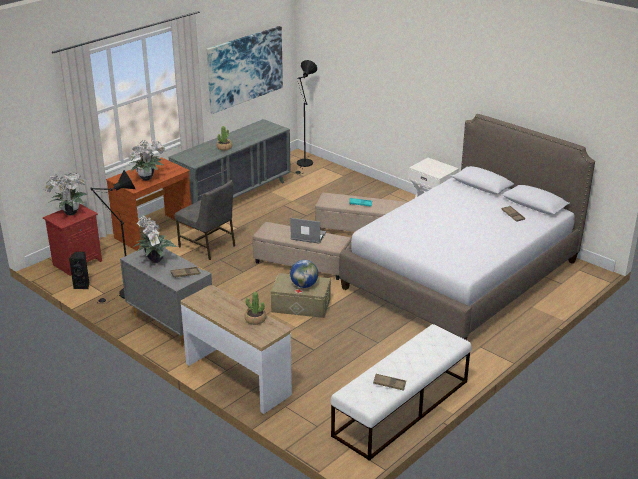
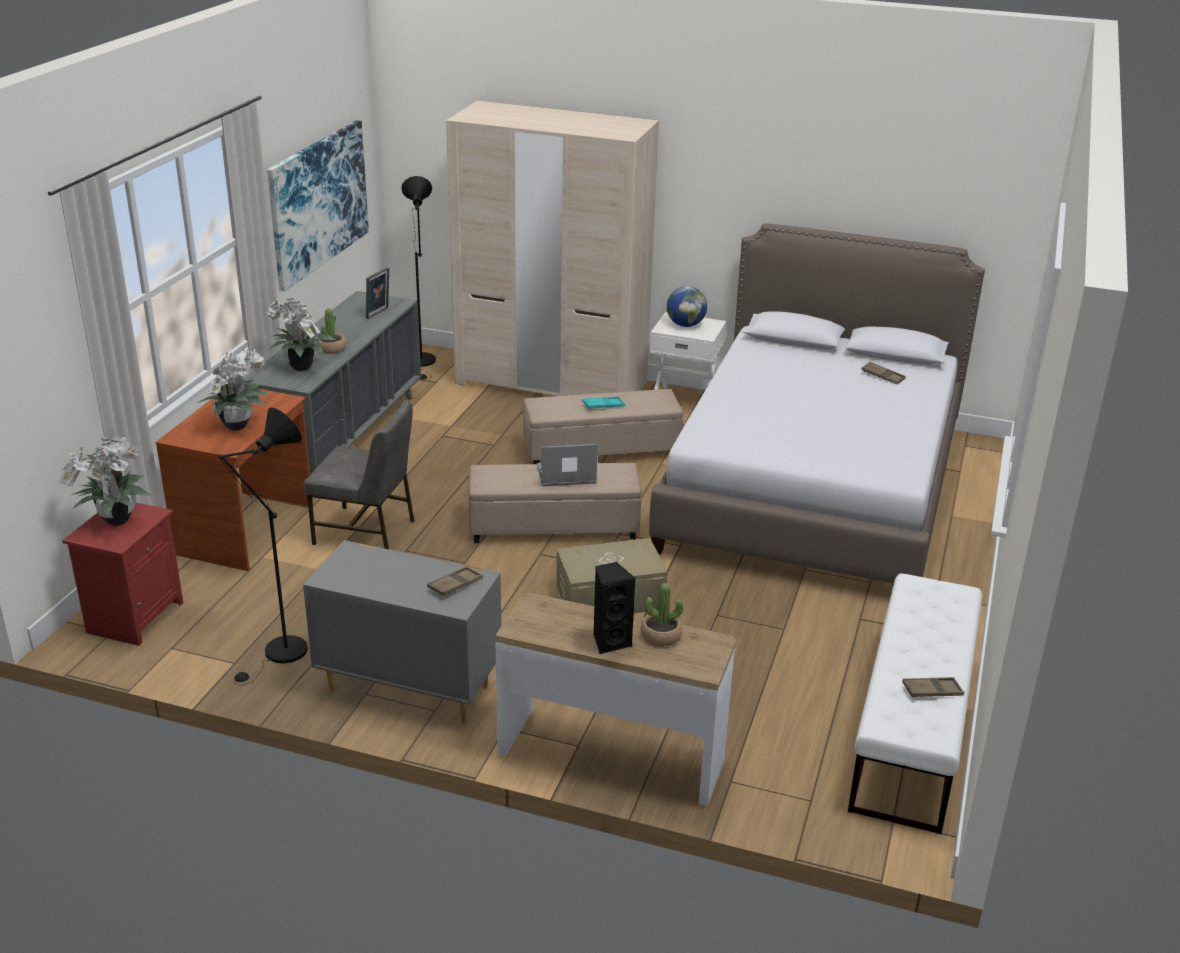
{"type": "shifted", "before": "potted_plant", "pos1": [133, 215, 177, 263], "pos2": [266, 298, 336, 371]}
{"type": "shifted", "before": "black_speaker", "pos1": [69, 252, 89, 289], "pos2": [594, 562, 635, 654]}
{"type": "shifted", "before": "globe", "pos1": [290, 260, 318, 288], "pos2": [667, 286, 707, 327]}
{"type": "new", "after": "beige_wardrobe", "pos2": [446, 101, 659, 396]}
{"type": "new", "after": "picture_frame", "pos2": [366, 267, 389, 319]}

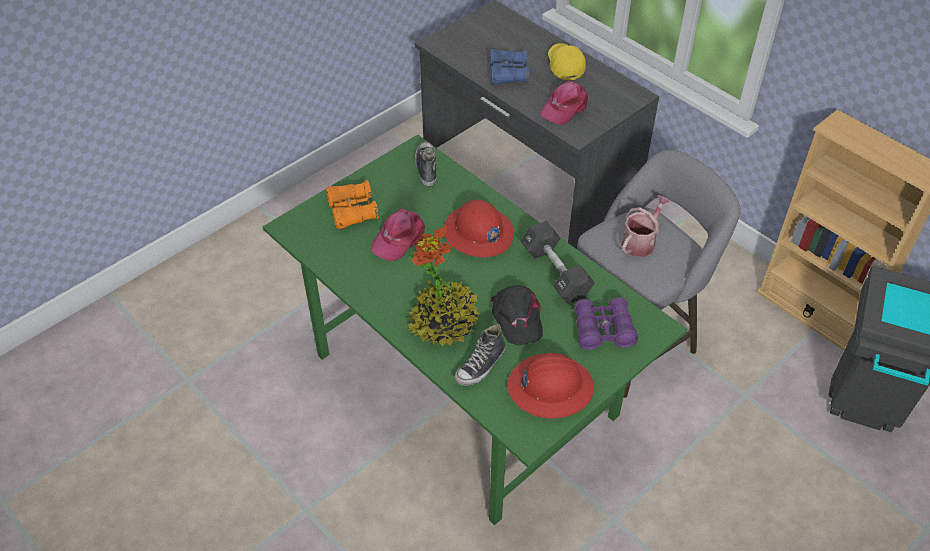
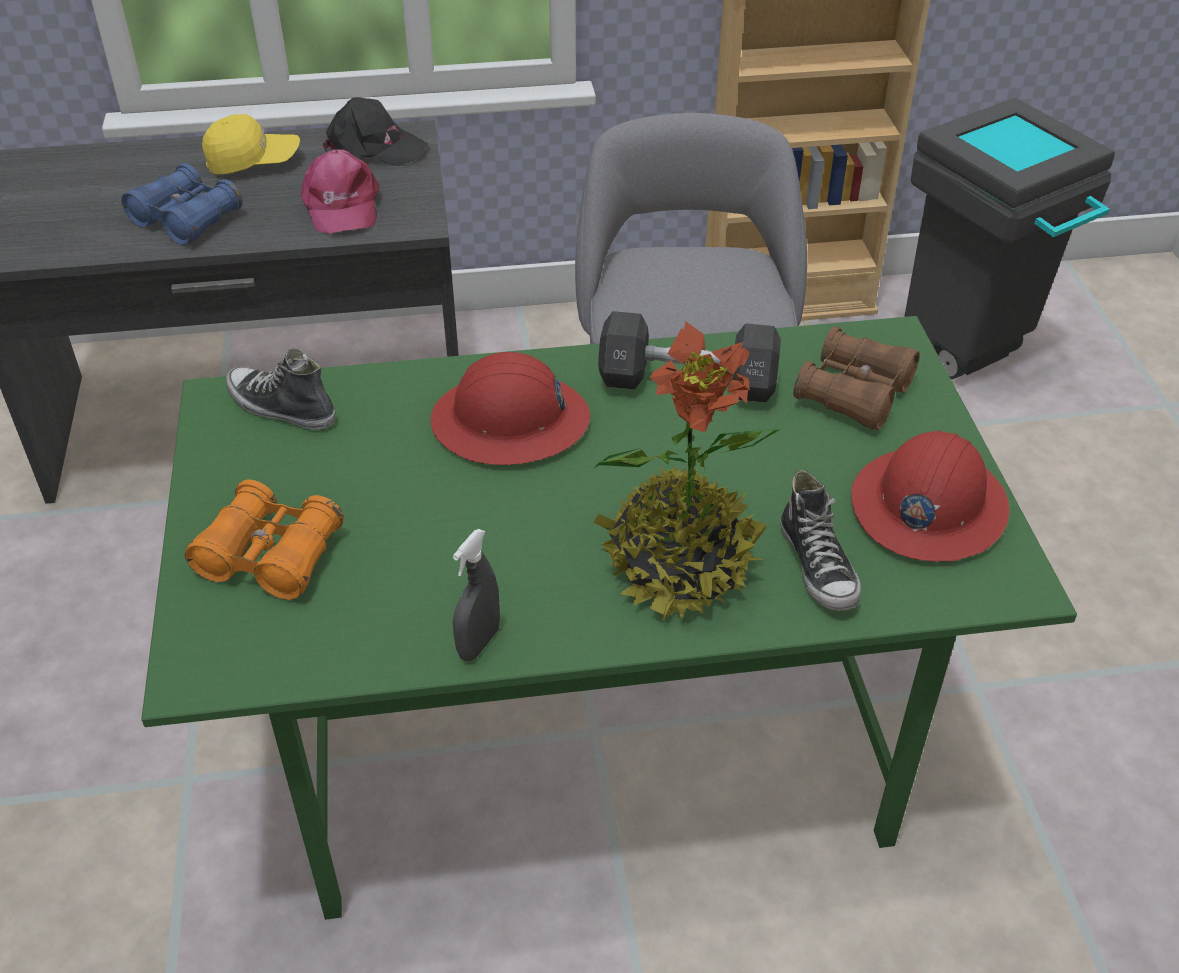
{"type": "rotated", "before": "yellow_cap", "pos1": [548, 43, 586, 80], "pos2": [202, 114, 300, 175], "turn": 150}
{"type": "gone", "before": "watering_can", "pos1": [621, 195, 671, 257]}
{"type": "gone", "before": "pink_cap", "pos1": [371, 208, 425, 261]}
{"type": "shifted", "before": "black_cap", "pos1": [491, 285, 543, 346], "pos2": [323, 97, 429, 166]}
{"type": "repainted", "before": "purple_binoculars", "after": "brown_binoculars", "pos1": [573, 297, 638, 350], "pos2": [793, 327, 920, 430]}
{"type": "new", "after": "grey_spray_bottle", "pos2": [453, 529, 500, 661]}

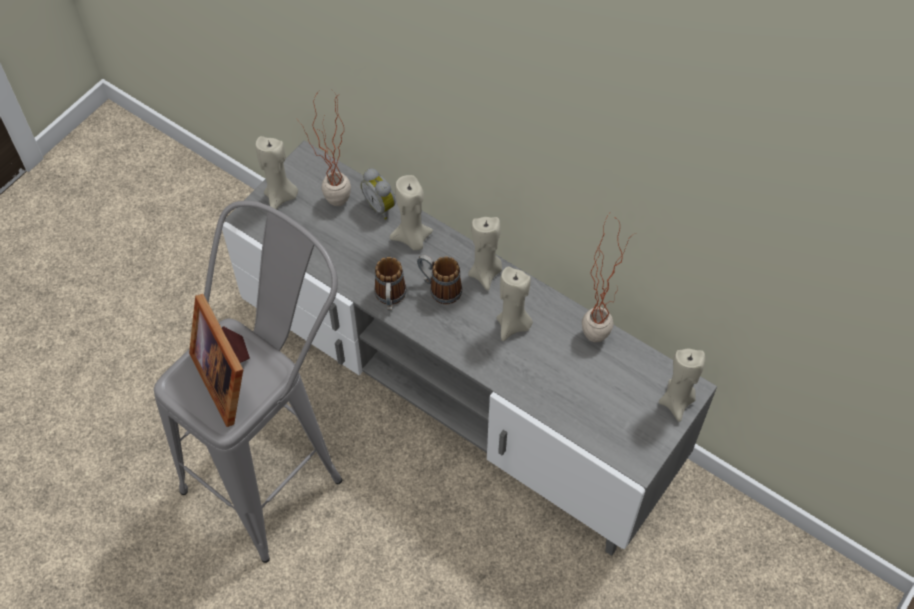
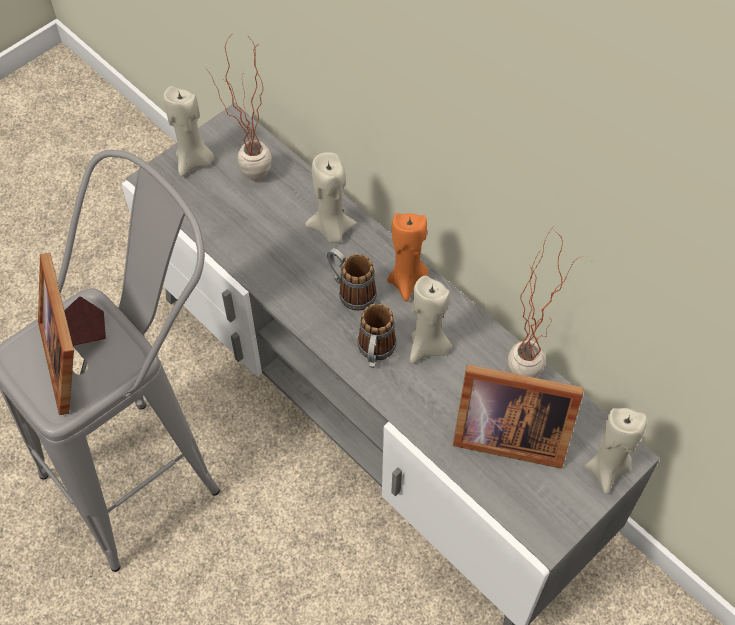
{"type": "gone", "before": "alarm_clock", "pos1": [361, 168, 396, 220]}
{"type": "repainted", "before": "beige_candle", "after": "orange_candle", "pos1": [468, 217, 502, 291], "pos2": [387, 213, 428, 302]}
{"type": "shifted", "before": "mug", "pos1": [374, 257, 407, 310], "pos2": [357, 303, 396, 368]}
{"type": "new", "after": "picture_frame", "pos2": [453, 364, 584, 469]}

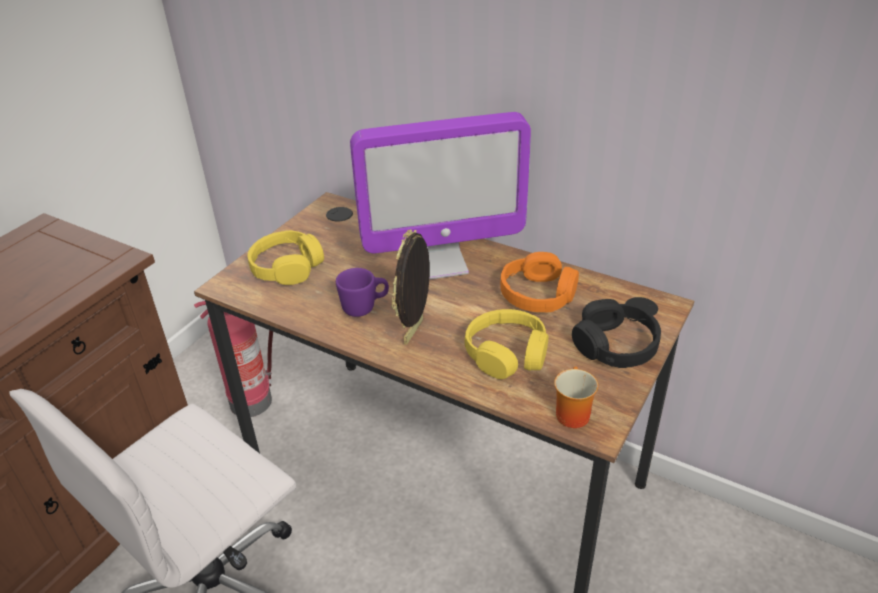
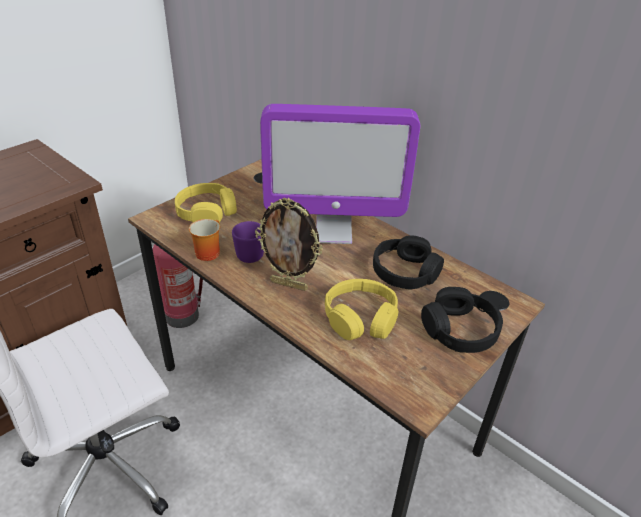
{"type": "rotated", "before": "picture_frame", "pos1": [392, 230, 430, 345], "pos2": [255, 198, 323, 291], "turn": -105}
{"type": "repainted", "before": "orange_headphones", "after": "black_headphones", "pos1": [500, 252, 579, 313], "pos2": [373, 235, 444, 290]}
{"type": "shifted", "before": "mug", "pos1": [554, 366, 598, 428], "pos2": [189, 219, 220, 261]}

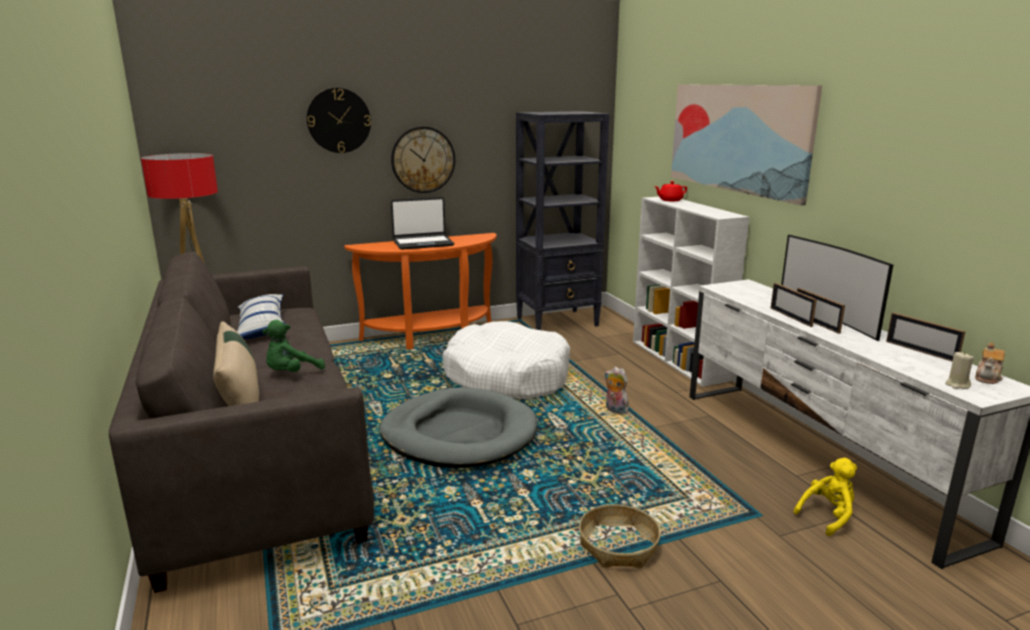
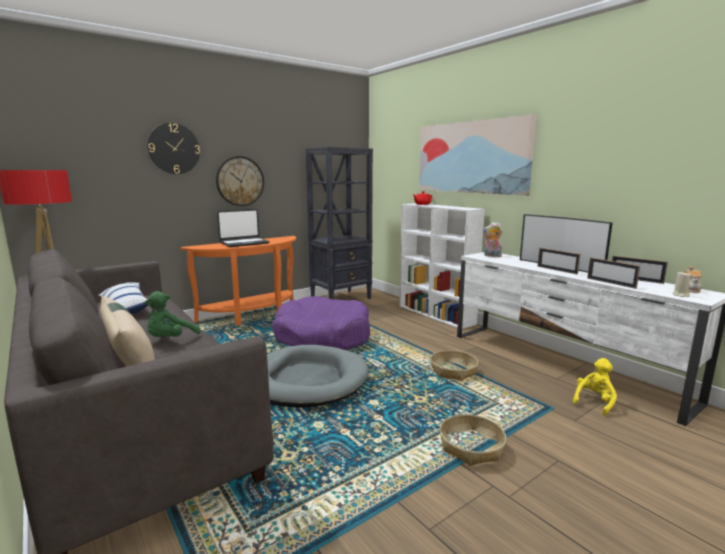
{"type": "shifted", "before": "picture_frame", "pos1": [771, 283, 817, 327], "pos2": [587, 257, 640, 289]}
{"type": "repainted", "before": "white_dog_bed", "after": "purple_dog_bed", "pos1": [442, 321, 570, 399], "pos2": [272, 296, 370, 350]}
{"type": "shifted", "before": "plush_toy", "pos1": [605, 367, 629, 415], "pos2": [483, 222, 503, 257]}
{"type": "new", "after": "basket", "pos2": [430, 350, 478, 381]}

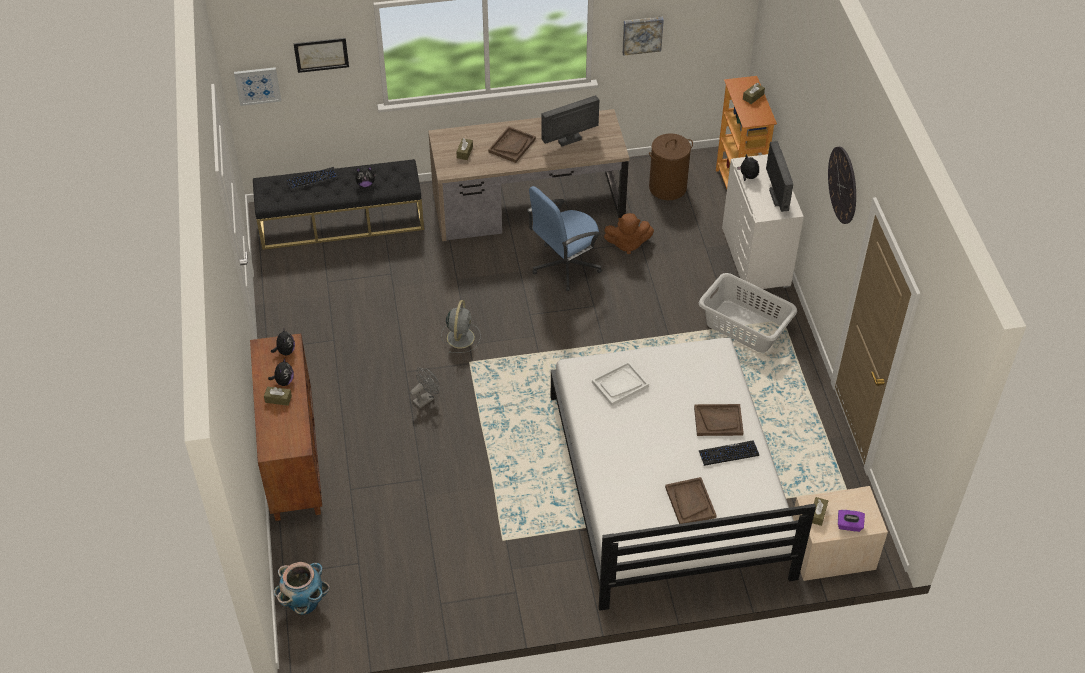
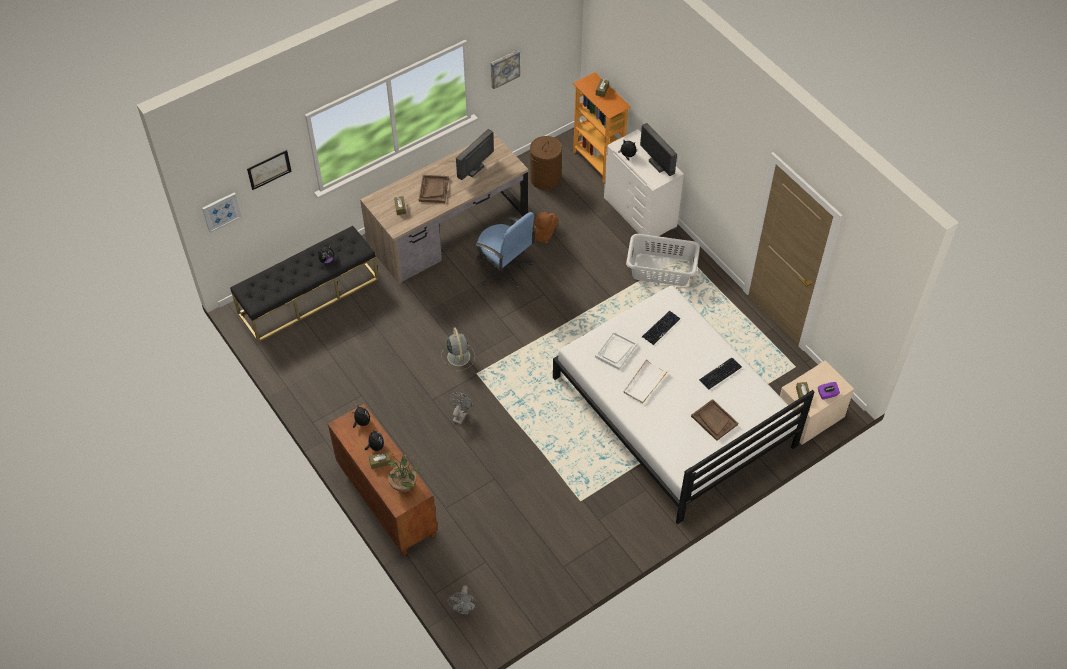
{"type": "gone", "before": "wall_clock", "pos1": [828, 147, 856, 224]}
{"type": "shifted", "before": "keyboard", "pos1": [287, 167, 339, 191], "pos2": [642, 311, 680, 345]}
{"type": "rotated", "before": "blue_office_chair", "pos1": [527, 186, 602, 291], "pos2": [475, 212, 537, 289], "turn": -75}
{"type": "gone", "before": "brown_tray", "pos1": [694, 404, 744, 436]}
{"type": "swapped", "before": "planter", "after": "grey_fan", "pos1": [274, 562, 330, 615], "pos2": [447, 585, 477, 615]}
{"type": "new", "after": "white_tray", "pos2": [623, 359, 668, 403]}
{"type": "new", "after": "potted_plant", "pos2": [388, 453, 420, 493]}

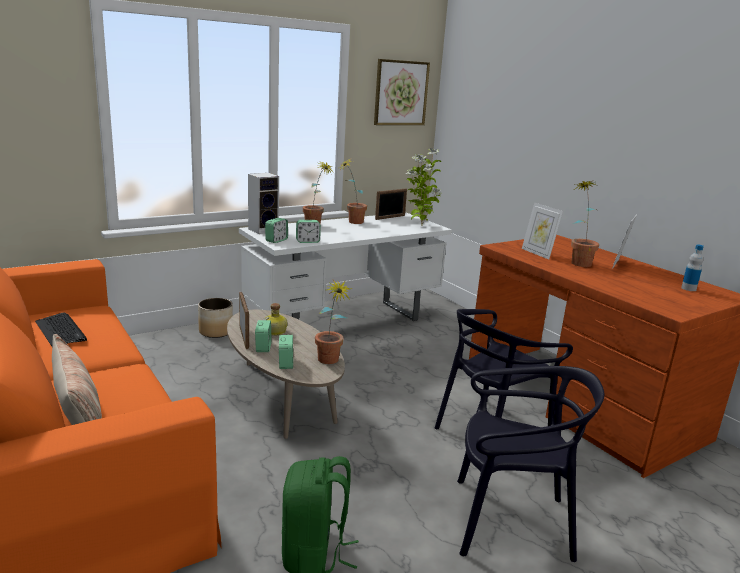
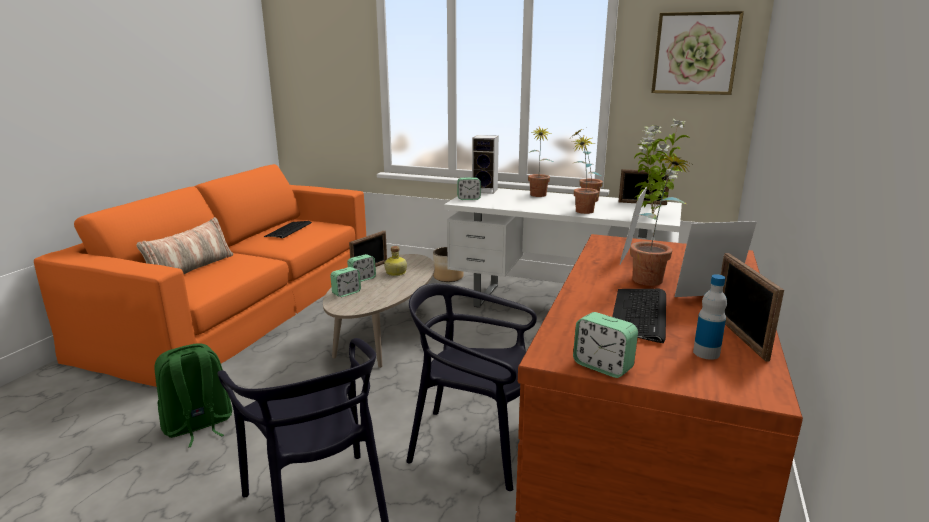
{"type": "shifted", "before": "alarm_clock", "pos1": [296, 220, 321, 243], "pos2": [573, 312, 638, 378]}
{"type": "shifted", "before": "potted_plant", "pos1": [315, 280, 352, 364], "pos2": [572, 136, 601, 214]}
{"type": "new", "after": "picture_frame", "pos2": [721, 253, 784, 361]}
{"type": "new", "after": "keyboard", "pos2": [612, 289, 666, 343]}

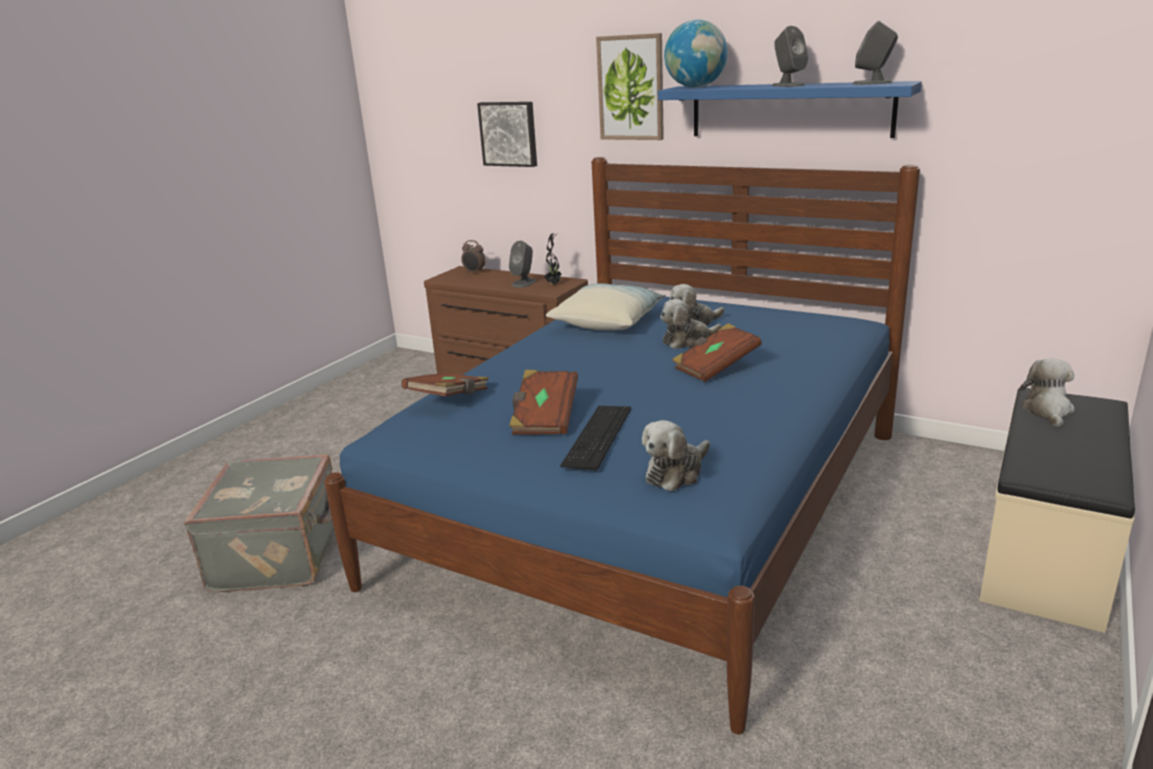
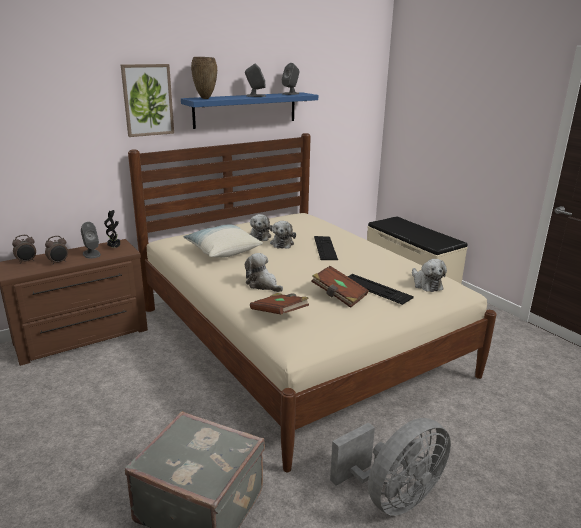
{"type": "swapped", "before": "globe", "after": "brown_vase", "pos1": [664, 19, 728, 88], "pos2": [191, 57, 217, 99]}
{"type": "gone", "before": "picture", "pos1": [477, 102, 537, 167]}
{"type": "repainted", "before": "blue_bed", "after": "beige_bed", "pos1": [324, 157, 920, 734], "pos2": [128, 133, 497, 472]}
{"type": "swapped", "before": "brown_book", "after": "keyboard", "pos1": [672, 323, 762, 382], "pos2": [314, 236, 338, 260]}
{"type": "shifted", "before": "plush_toy", "pos1": [1020, 359, 1075, 428], "pos2": [245, 253, 283, 292]}
{"type": "new", "after": "alarm_clock", "pos2": [45, 236, 68, 265]}
{"type": "new", "after": "grey_fan", "pos2": [330, 418, 451, 516]}

